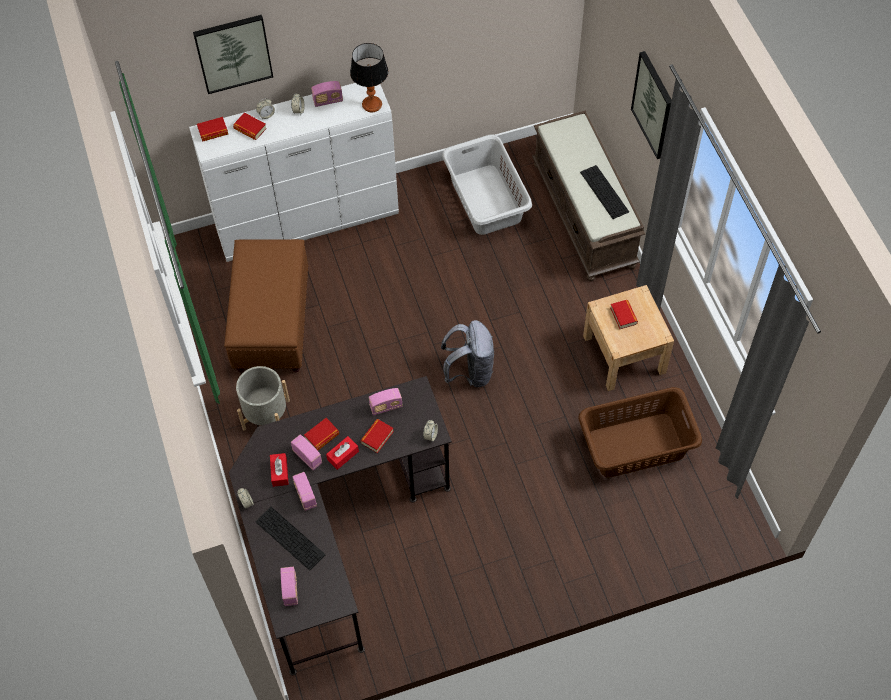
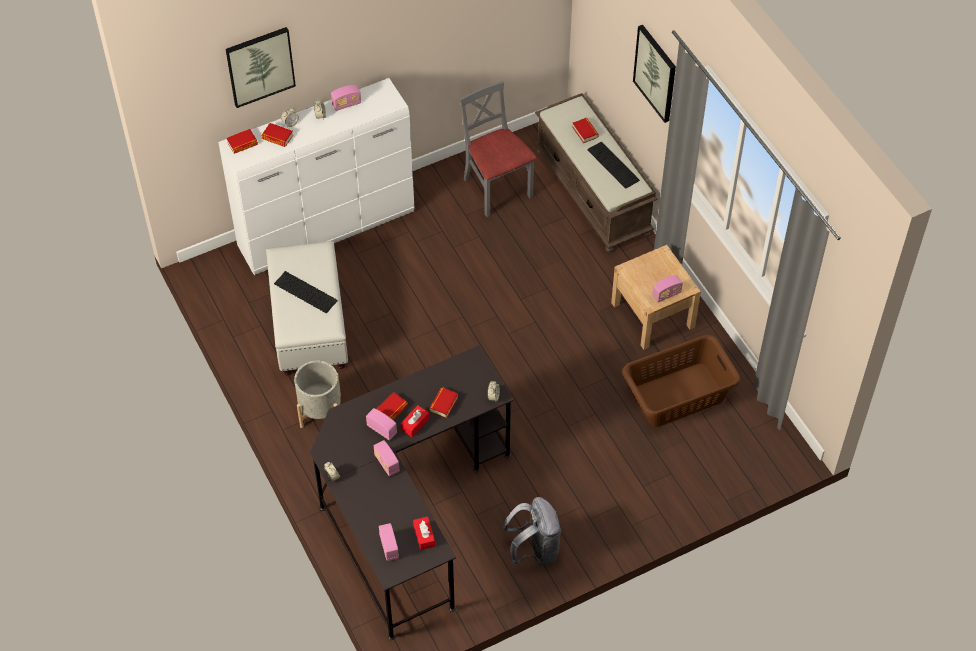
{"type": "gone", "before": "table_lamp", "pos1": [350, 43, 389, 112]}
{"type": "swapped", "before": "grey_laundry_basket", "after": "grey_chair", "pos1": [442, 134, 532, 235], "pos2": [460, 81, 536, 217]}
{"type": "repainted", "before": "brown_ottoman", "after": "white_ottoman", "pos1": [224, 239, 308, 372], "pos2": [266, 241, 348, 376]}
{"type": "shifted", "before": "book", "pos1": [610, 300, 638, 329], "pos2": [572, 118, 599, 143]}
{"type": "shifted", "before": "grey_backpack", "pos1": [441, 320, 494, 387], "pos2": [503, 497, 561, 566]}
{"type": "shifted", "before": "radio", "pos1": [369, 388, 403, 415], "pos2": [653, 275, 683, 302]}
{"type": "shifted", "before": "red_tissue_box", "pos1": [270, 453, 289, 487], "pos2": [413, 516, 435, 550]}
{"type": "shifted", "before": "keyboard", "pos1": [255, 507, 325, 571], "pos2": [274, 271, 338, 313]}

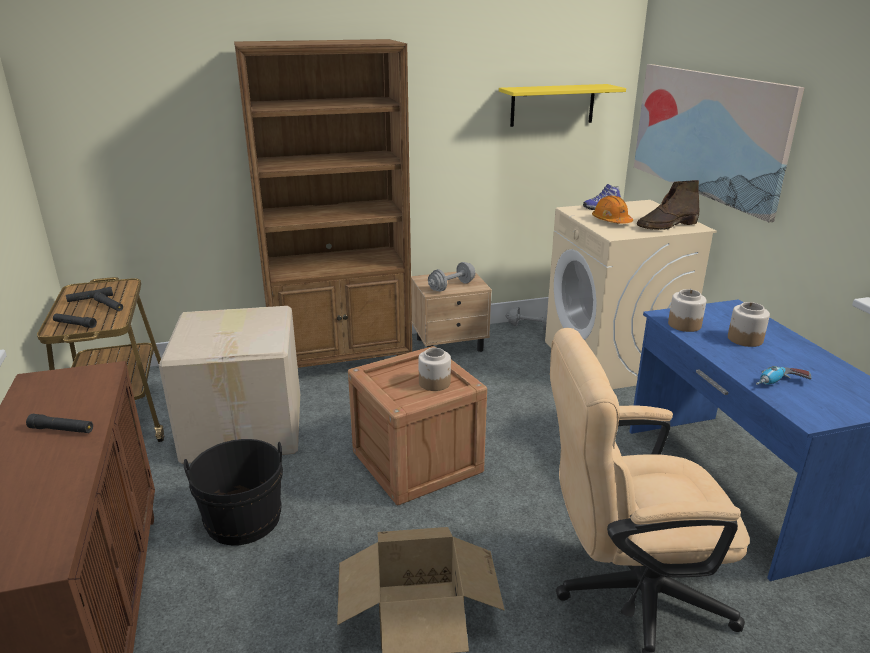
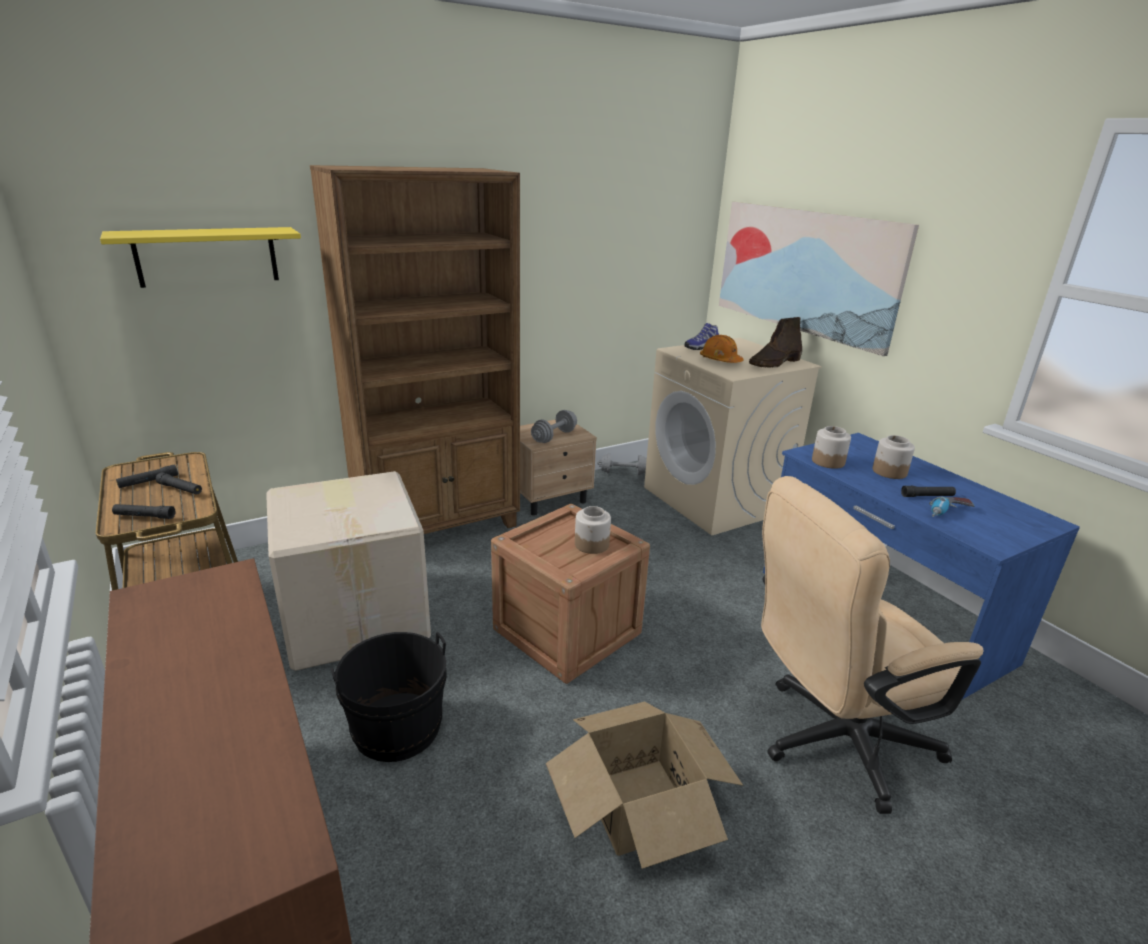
{"type": "shifted", "before": "yellow_shelf", "pos1": [499, 84, 626, 127], "pos2": [100, 227, 301, 288]}
{"type": "shifted", "before": "black_flashlight", "pos1": [26, 414, 93, 433], "pos2": [901, 486, 956, 497]}

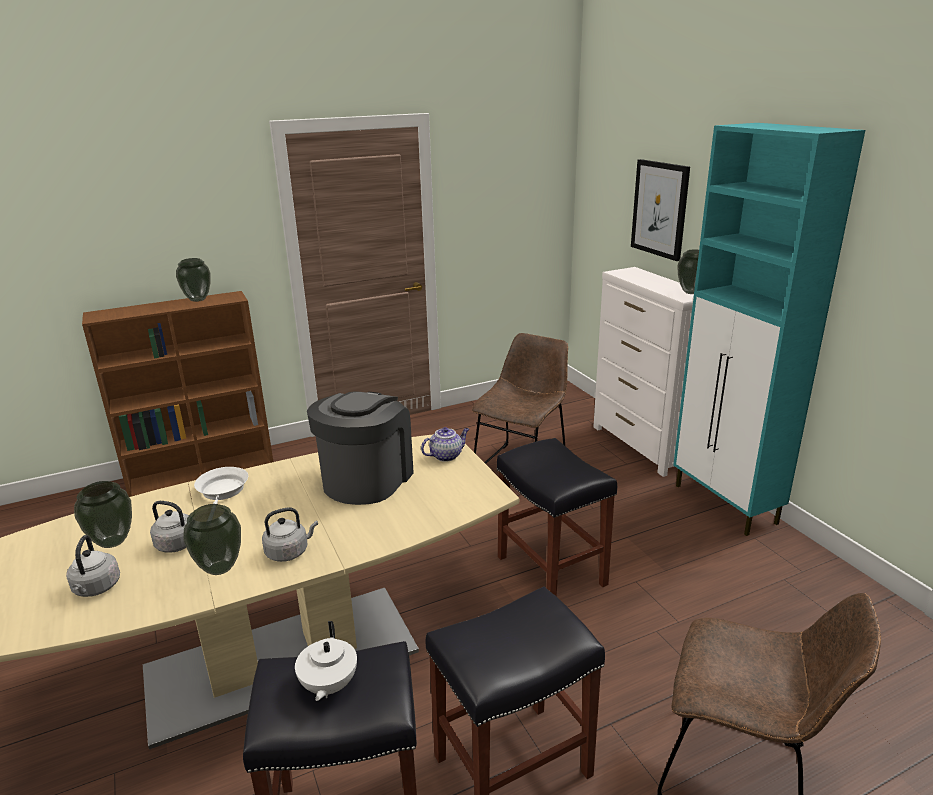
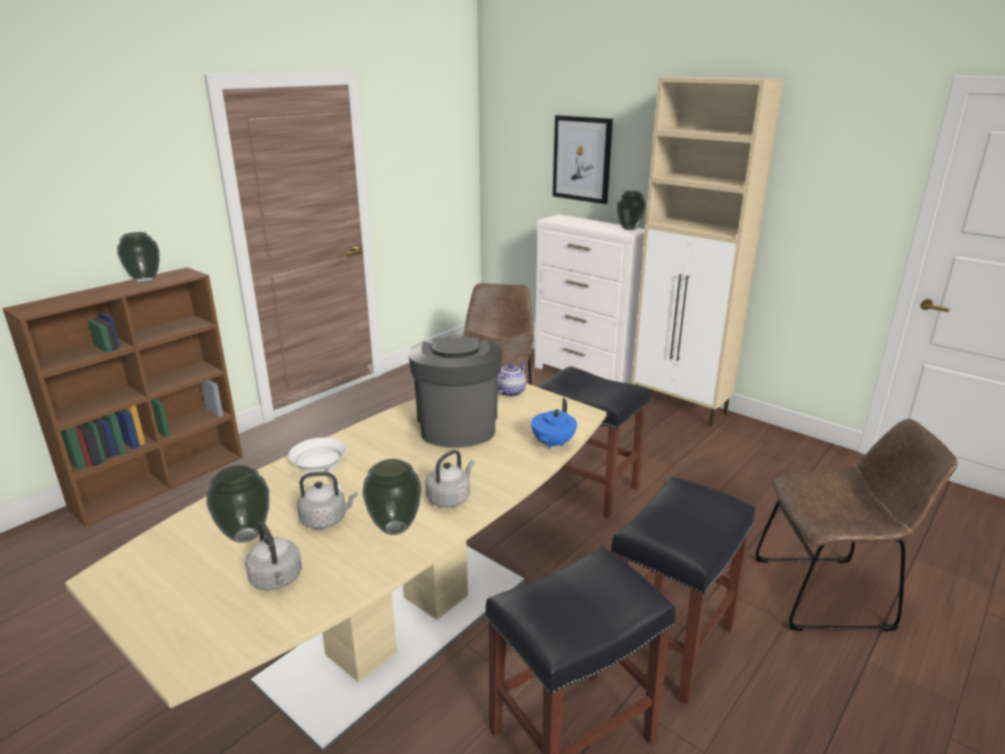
{"type": "repainted", "before": "turquoise_cabinet", "after": "beige_cabinet", "pos1": [673, 123, 865, 536], "pos2": [632, 77, 784, 427]}
{"type": "gone", "before": "white_teapot", "pos1": [295, 621, 357, 701]}
{"type": "new", "after": "blue_teapot", "pos2": [531, 398, 577, 449]}

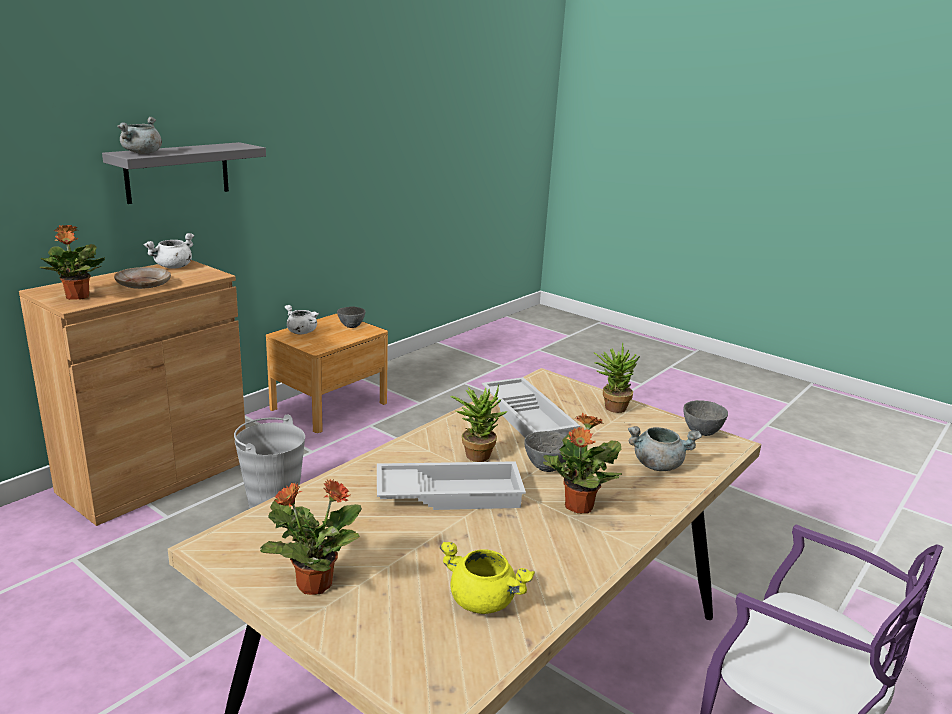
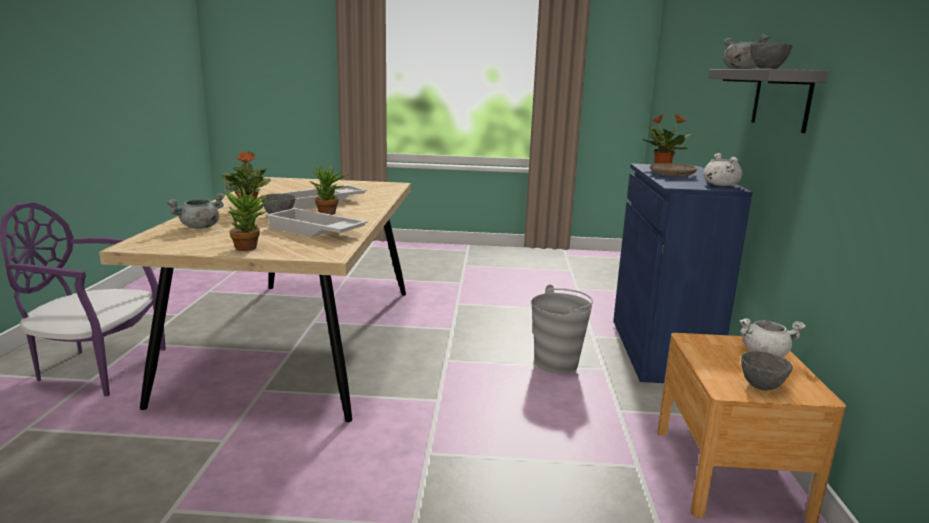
{"type": "repainted", "before": "brown_cabinet", "after": "blue_cabinet", "pos1": [19, 260, 246, 526], "pos2": [613, 164, 752, 383]}
{"type": "shifted", "before": "grey_bowl", "pos1": [684, 400, 728, 436], "pos2": [750, 43, 793, 69]}
{"type": "gone", "before": "potted_plant", "pos1": [260, 479, 362, 595]}
{"type": "gone", "before": "yellow_cooking_pot", "pos1": [440, 542, 535, 614]}

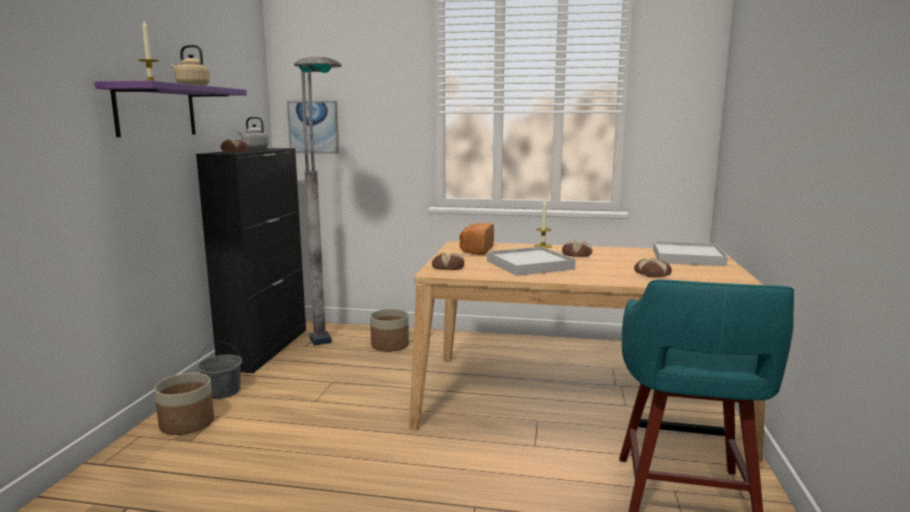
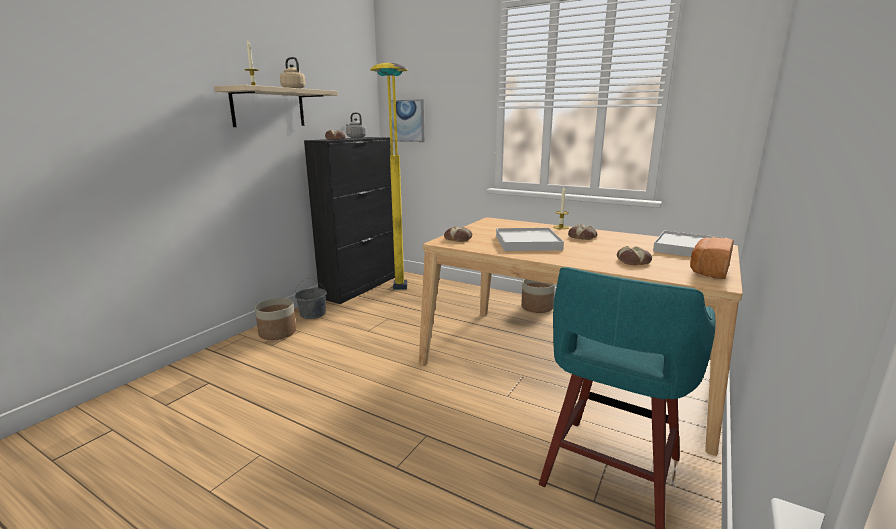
{"type": "repainted", "before": "grey_floor_lamp", "after": "yellow_floor_lamp", "pos1": [294, 57, 342, 346], "pos2": [370, 63, 408, 290]}
{"type": "repainted", "before": "purple_shelf", "after": "beige_shelf", "pos1": [95, 81, 247, 137], "pos2": [214, 85, 338, 127]}
{"type": "shifted", "before": "bread", "pos1": [459, 223, 494, 255], "pos2": [690, 237, 734, 279]}
{"type": "shifted", "before": "planter", "pos1": [370, 309, 409, 352], "pos2": [521, 279, 555, 313]}

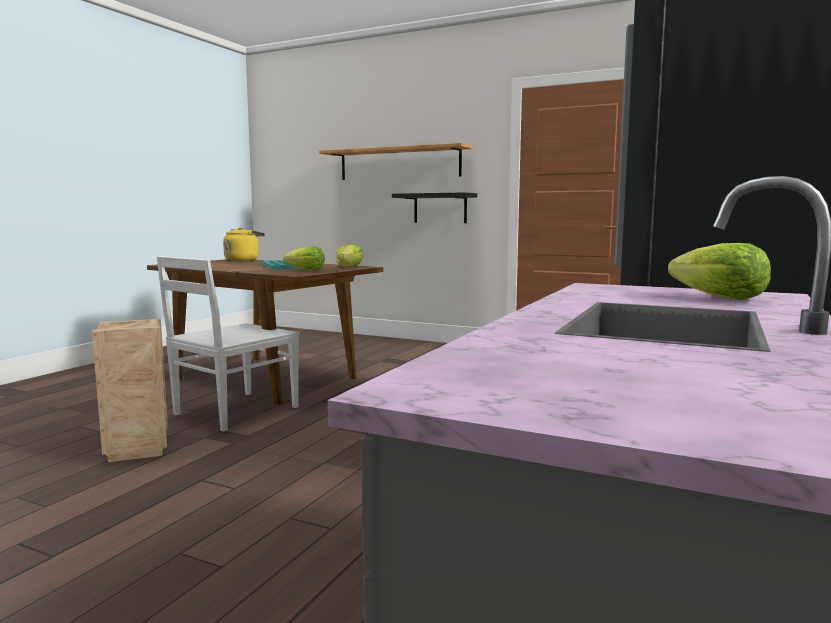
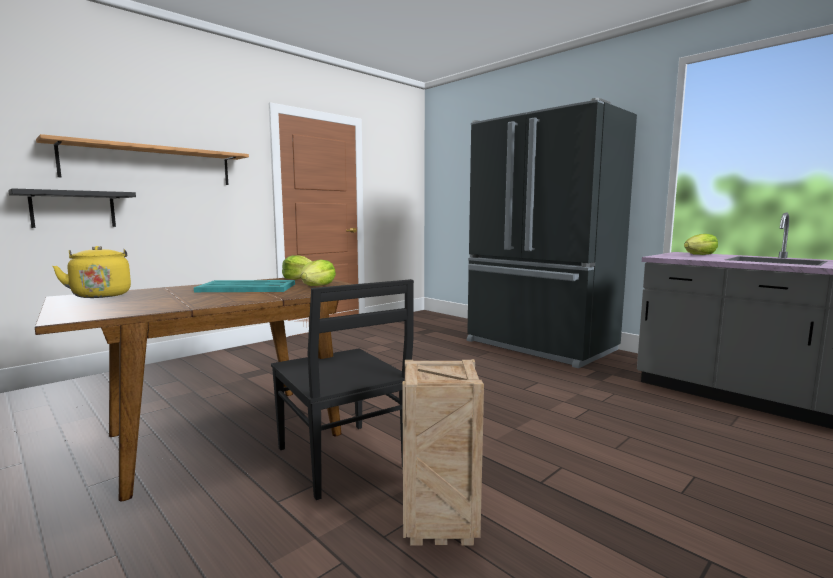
{"type": "shifted", "before": "black_shelf", "pos1": [392, 192, 477, 223], "pos2": [8, 188, 136, 228]}
{"type": "repainted", "before": "white_chair", "after": "black_chair", "pos1": [157, 256, 300, 432], "pos2": [271, 279, 414, 500]}

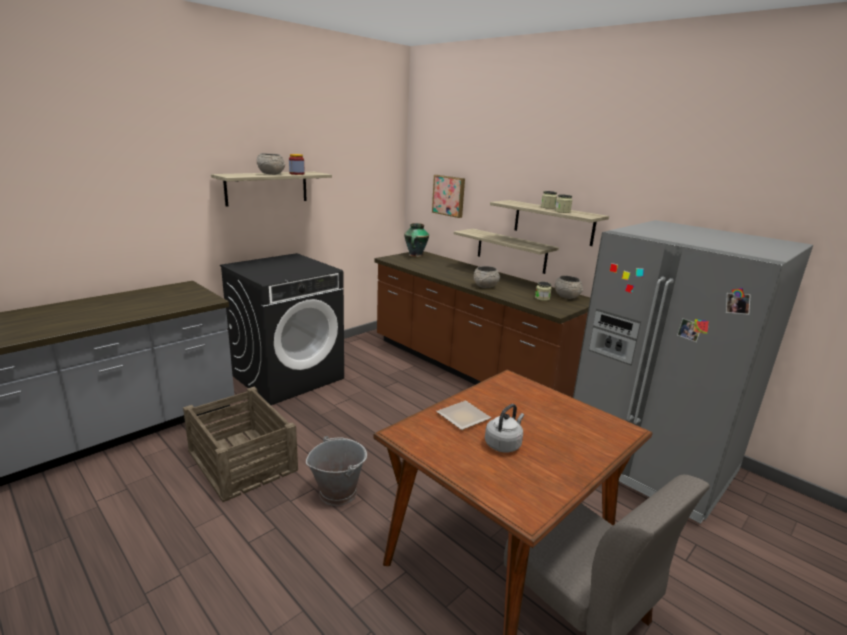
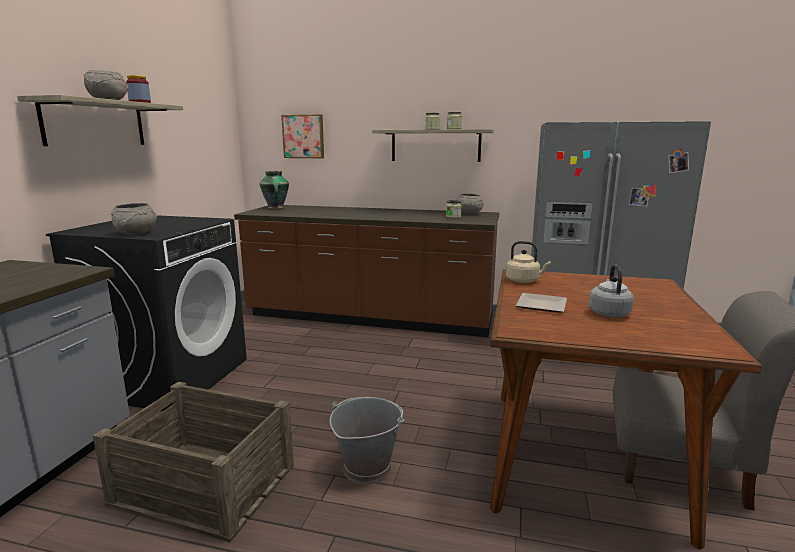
{"type": "gone", "before": "shelf", "pos1": [454, 229, 559, 274]}
{"type": "shifted", "before": "grey_bowl", "pos1": [474, 266, 500, 288], "pos2": [111, 203, 157, 235]}
{"type": "new", "after": "beige_kettle", "pos2": [506, 241, 551, 283]}

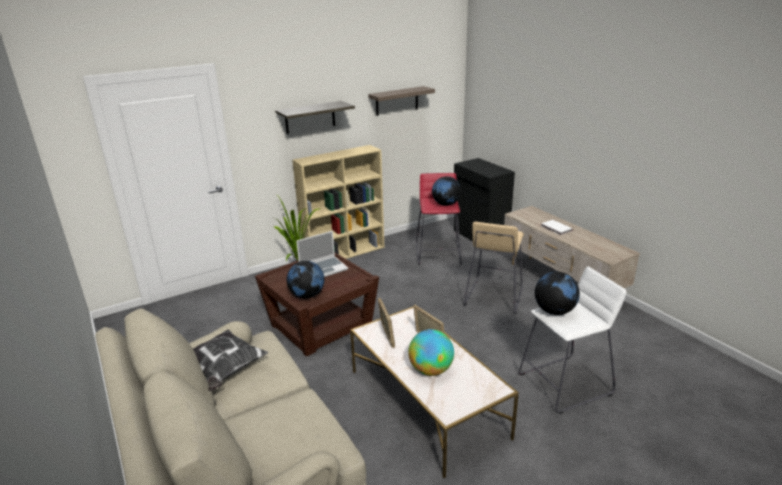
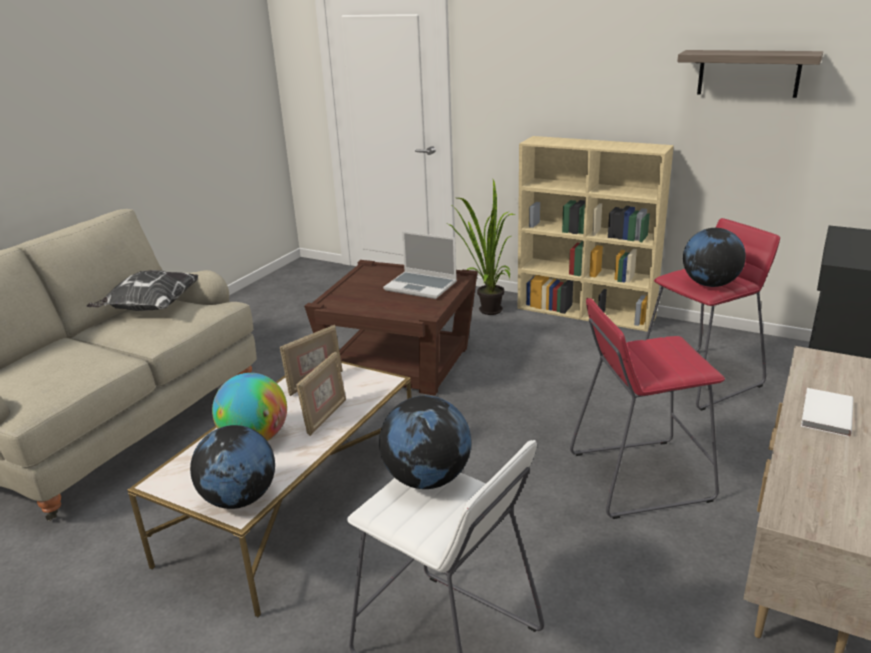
{"type": "gone", "before": "shelf", "pos1": [275, 101, 355, 134]}
{"type": "repainted", "before": "beige_stool", "after": "red_stool", "pos1": [463, 222, 524, 314], "pos2": [570, 298, 725, 519]}
{"type": "shifted", "before": "globe", "pos1": [287, 261, 325, 298], "pos2": [190, 425, 275, 509]}

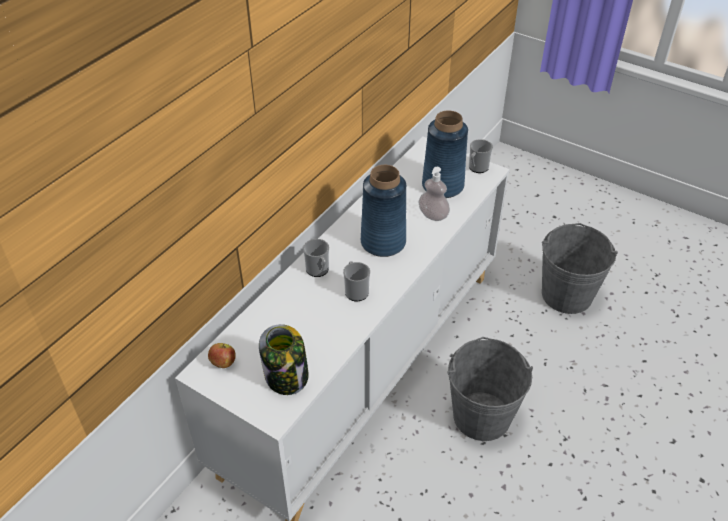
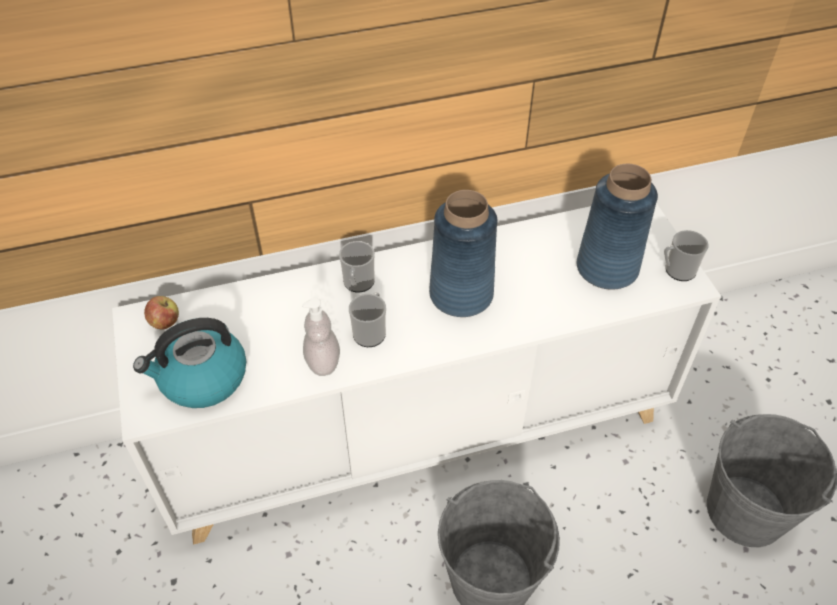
{"type": "shifted", "before": "soap_dispenser", "pos1": [419, 167, 450, 221], "pos2": [302, 298, 340, 376]}
{"type": "swapped", "before": "jar", "after": "kettle", "pos1": [259, 324, 309, 395], "pos2": [133, 318, 246, 408]}

